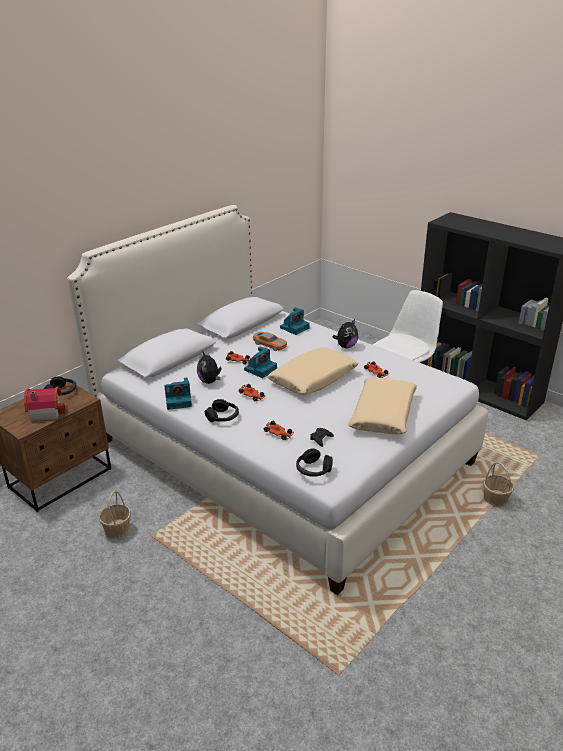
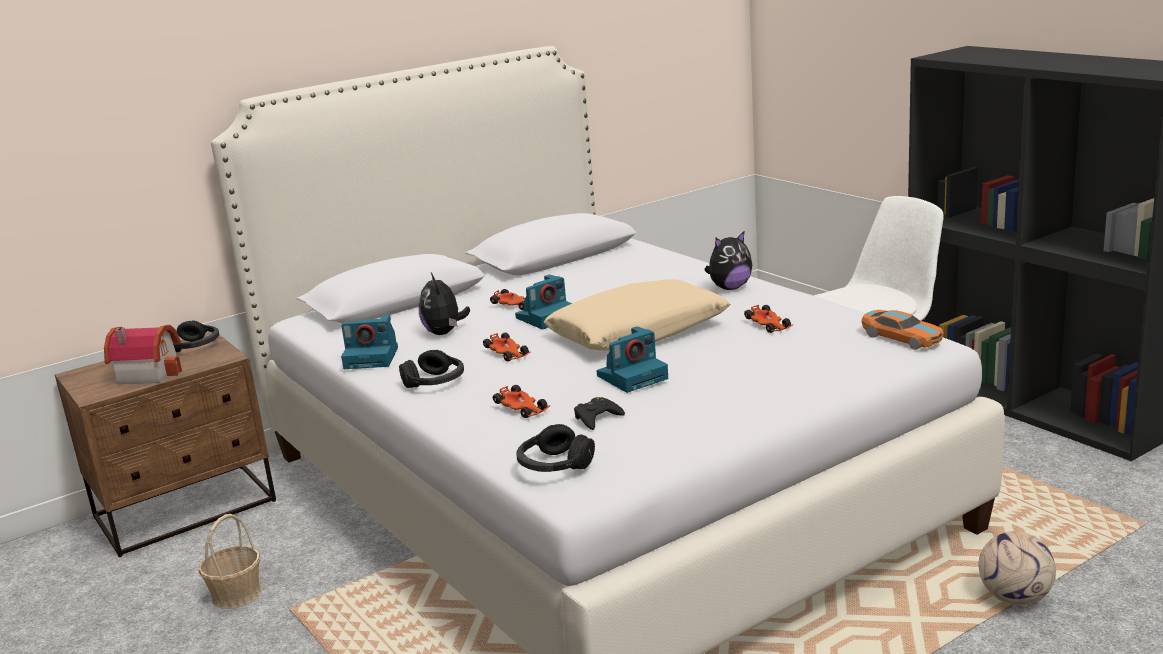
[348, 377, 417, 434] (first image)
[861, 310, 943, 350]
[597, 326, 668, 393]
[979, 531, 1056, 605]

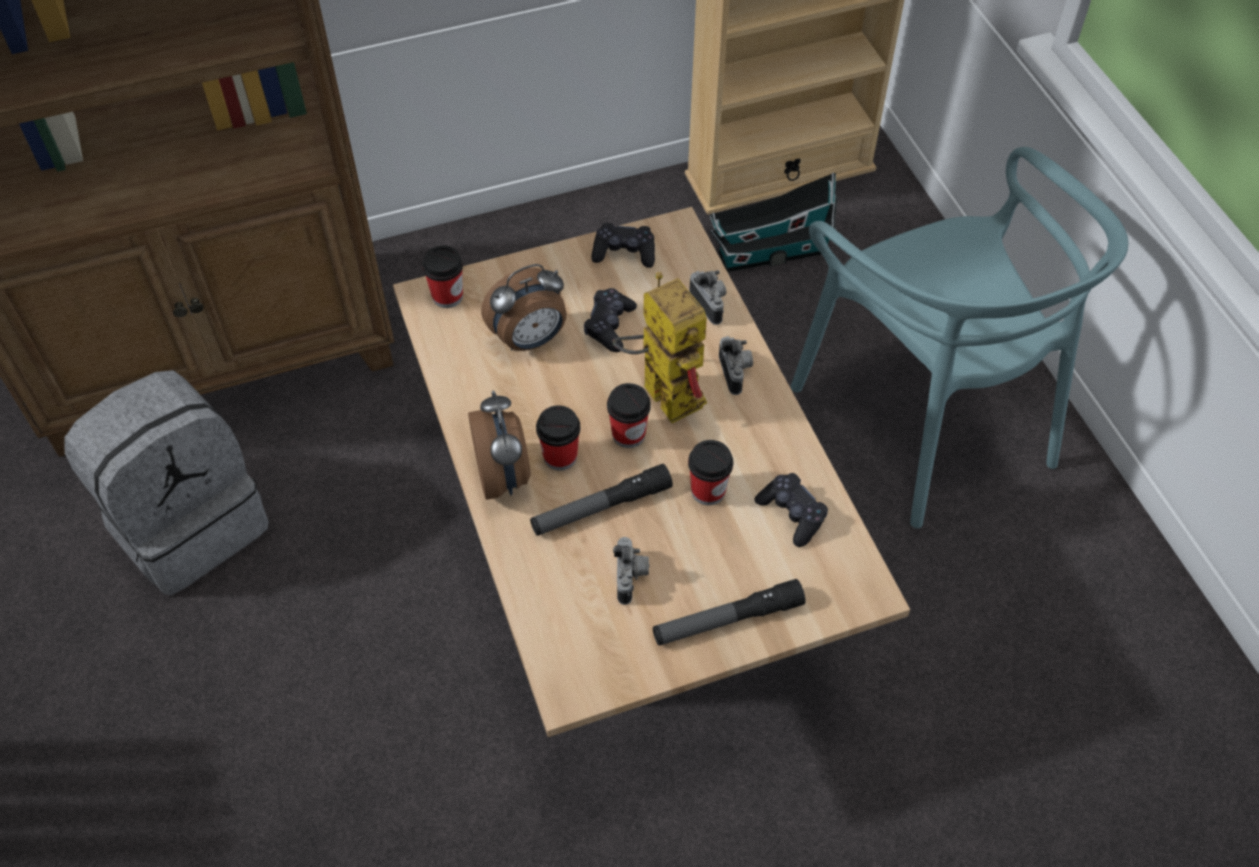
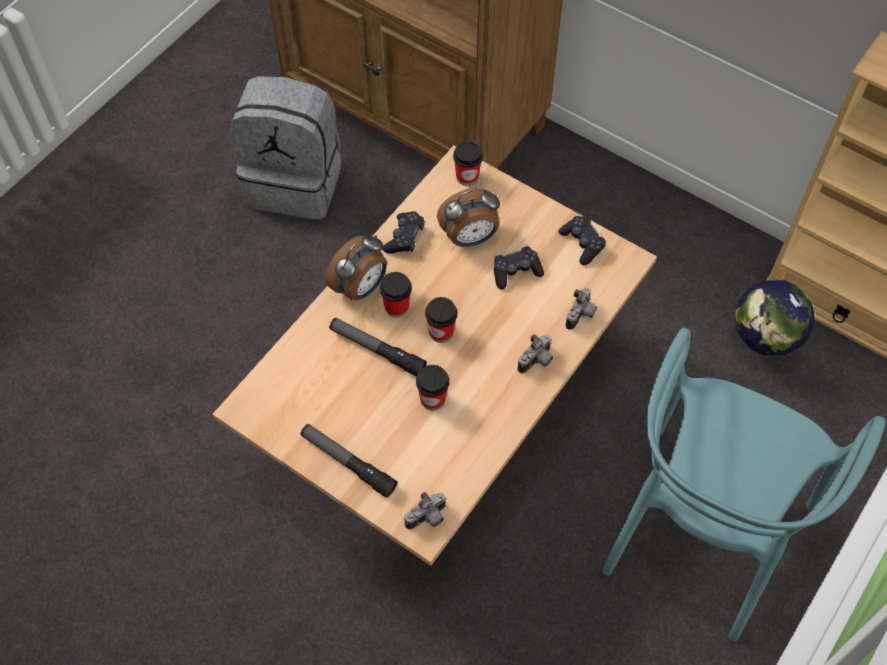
[612, 272, 707, 423] (first image)
[404, 492, 447, 530]
[383, 211, 425, 254]
[731, 280, 815, 360]
[437, 188, 500, 247]

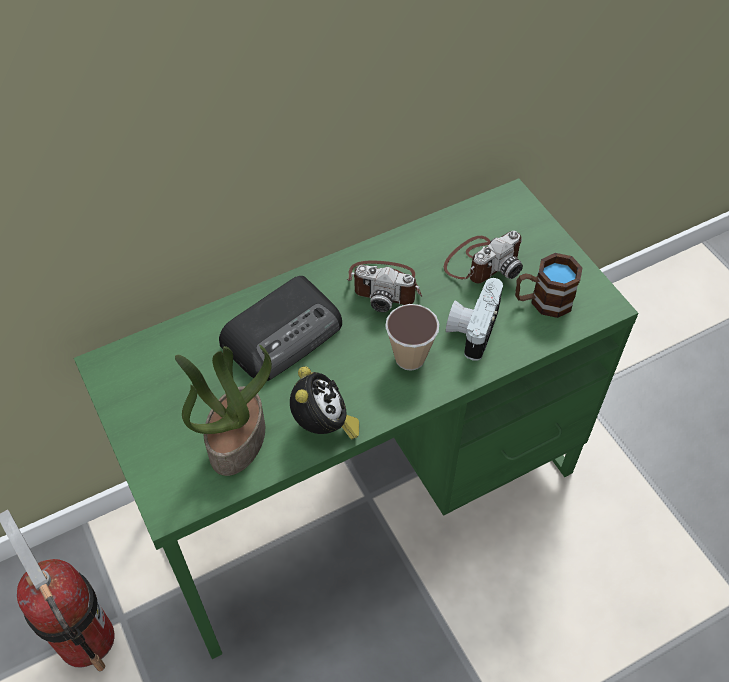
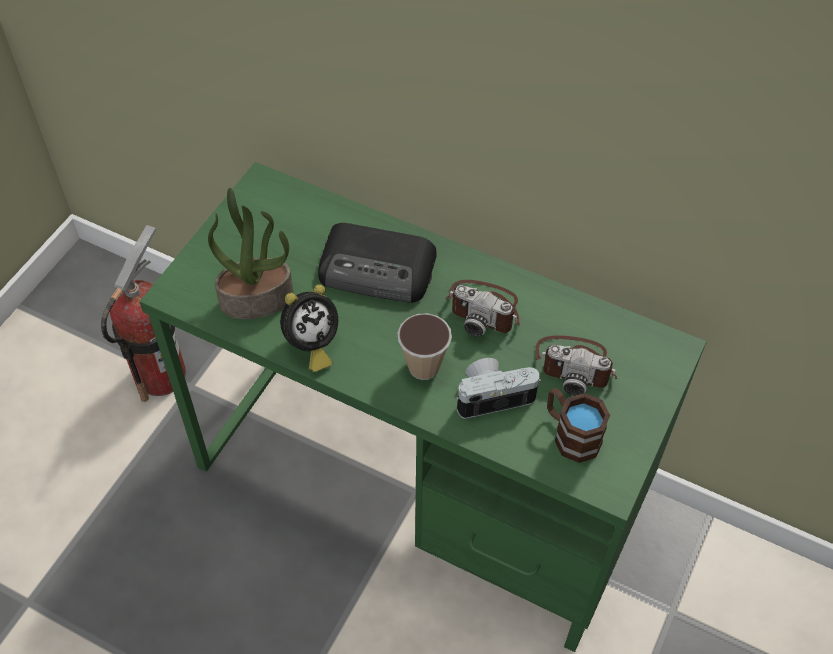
[446, 280, 520, 337]

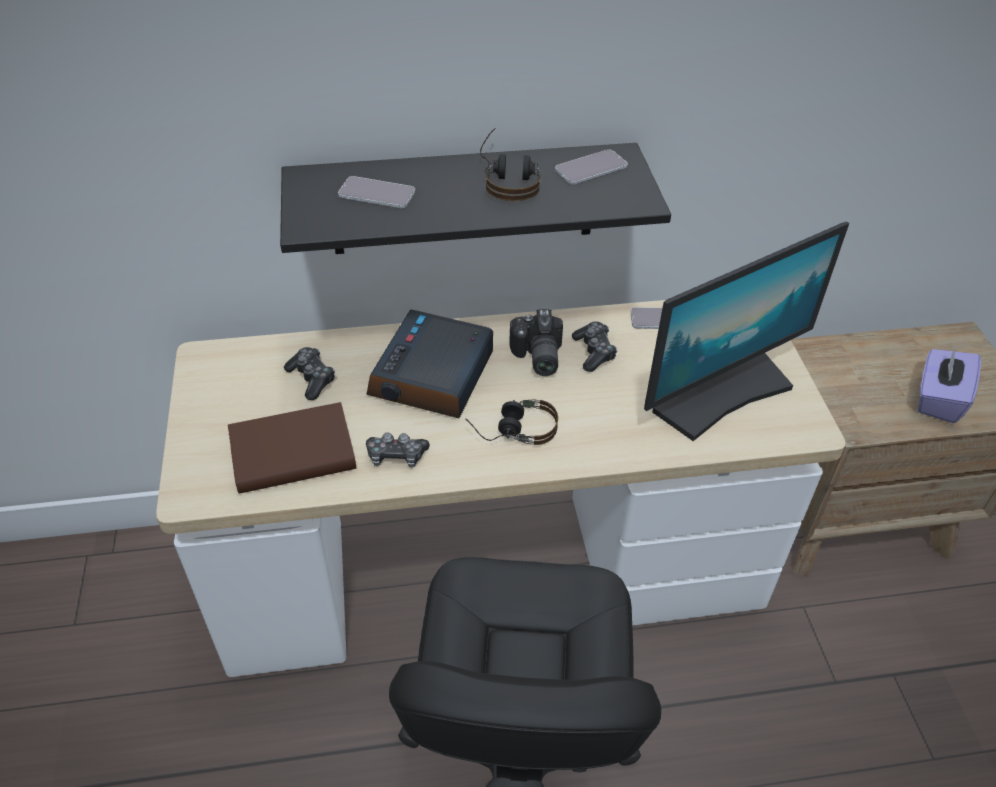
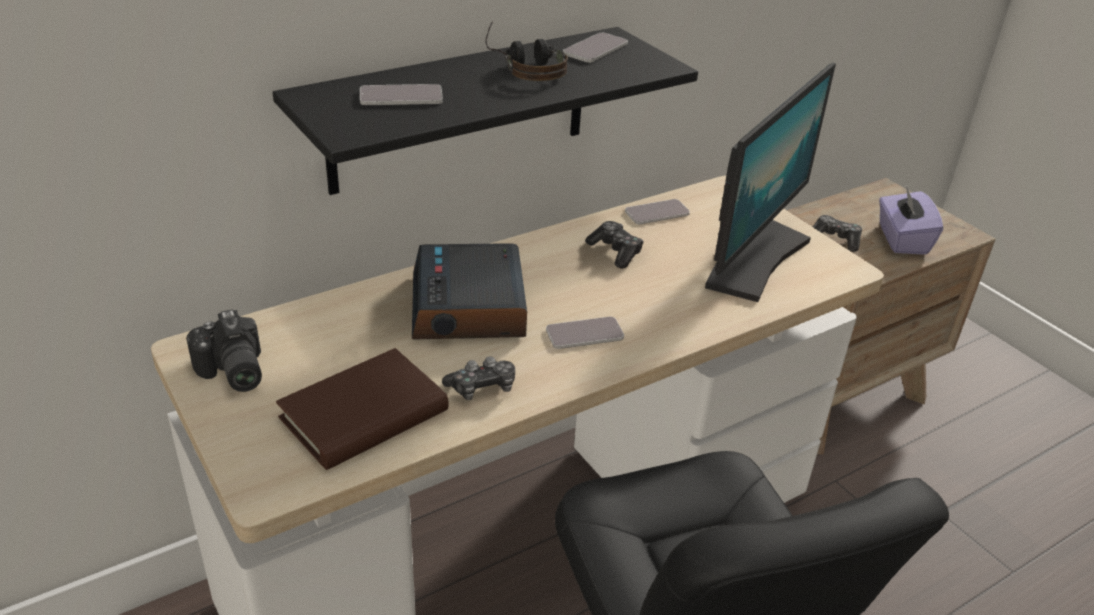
[813, 215, 862, 252]
[186, 309, 262, 392]
[546, 317, 624, 349]

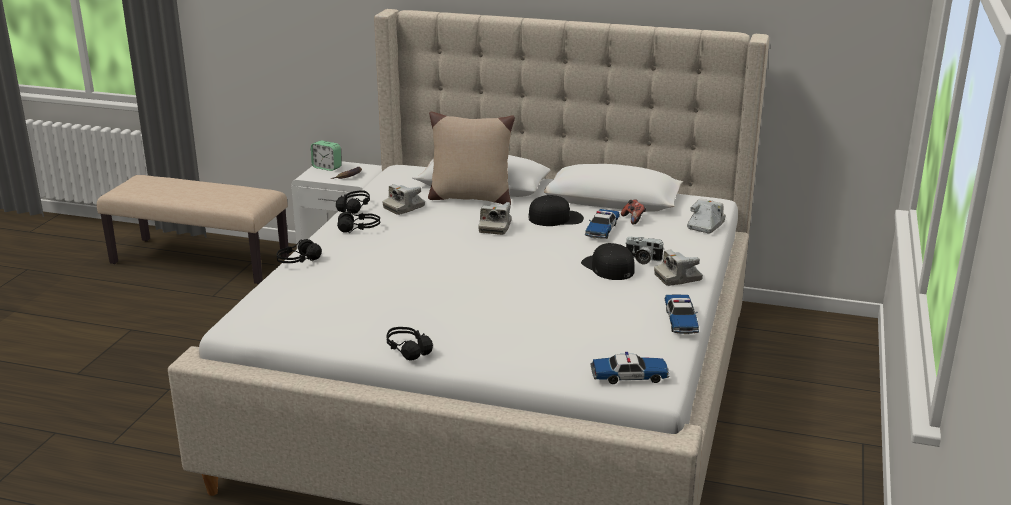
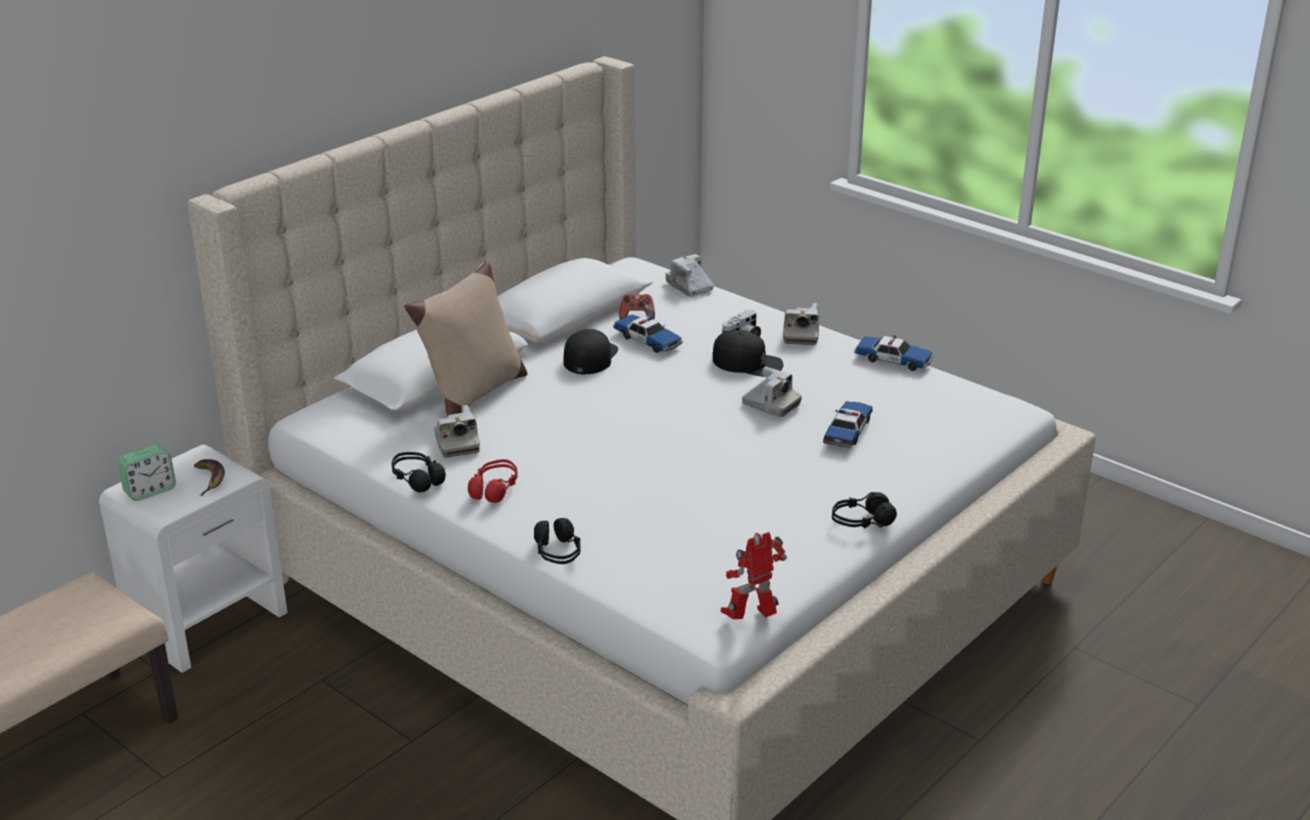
[720, 532, 787, 619]
[742, 367, 802, 417]
[823, 401, 873, 449]
[468, 459, 518, 503]
[712, 330, 783, 377]

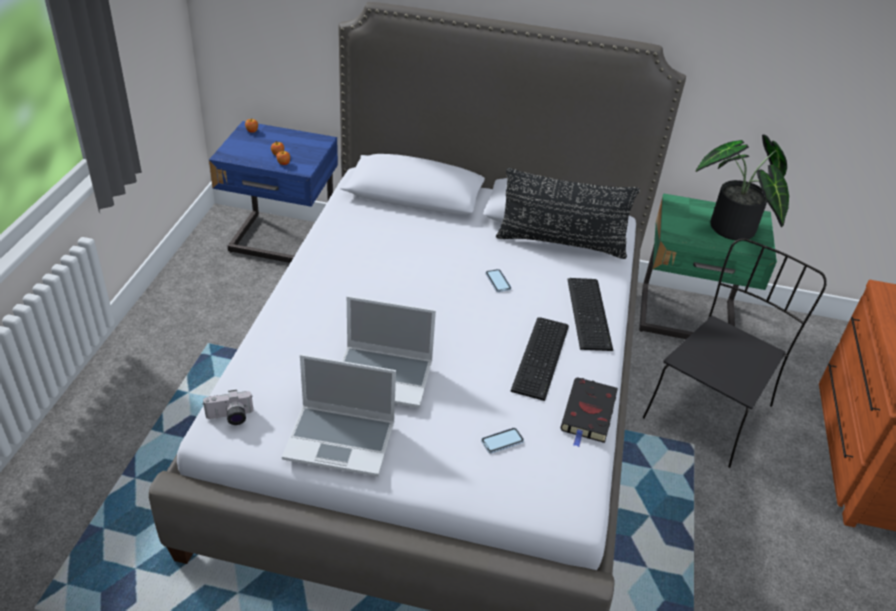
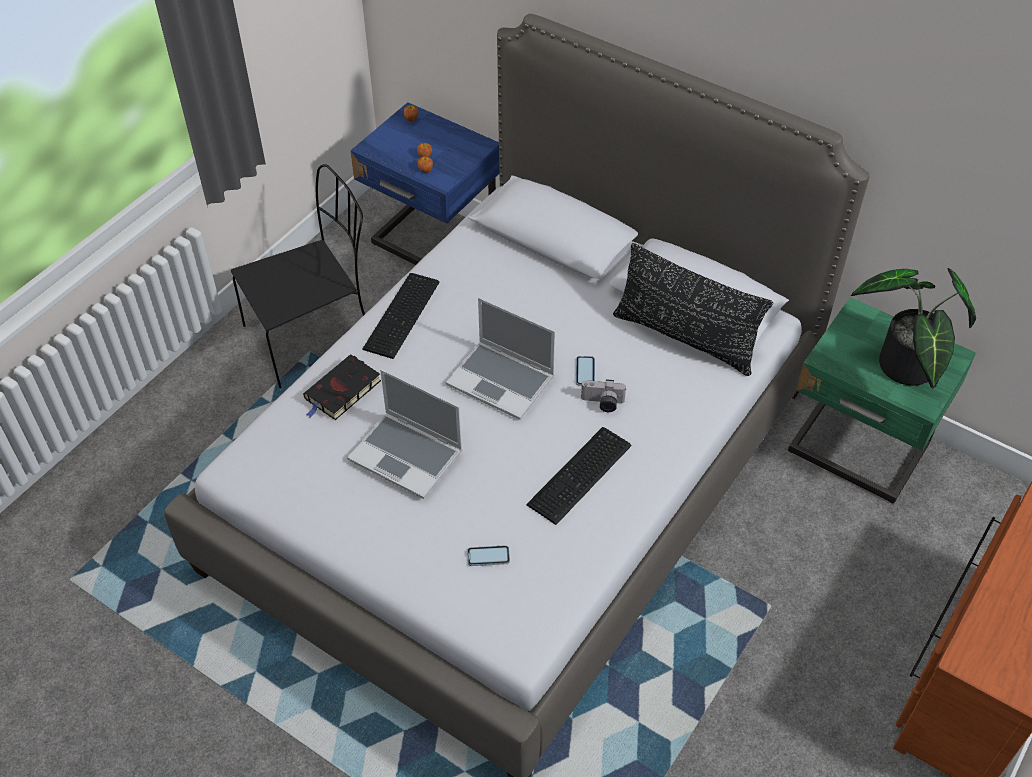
[581, 379, 627, 412]
[446, 297, 555, 420]
[303, 354, 381, 420]
[362, 273, 439, 359]
[231, 164, 365, 388]

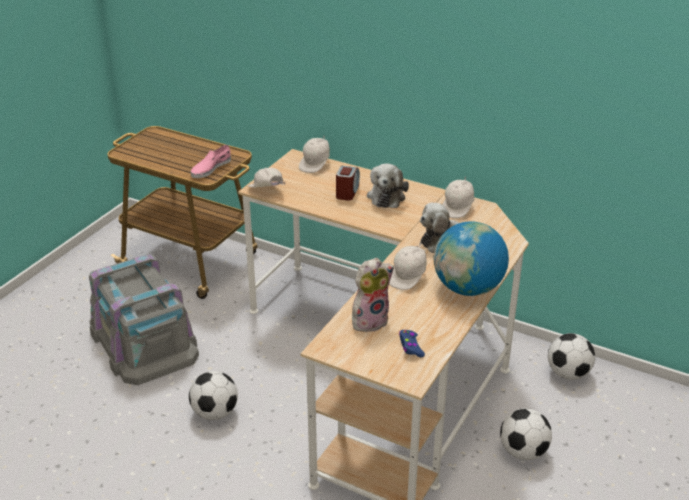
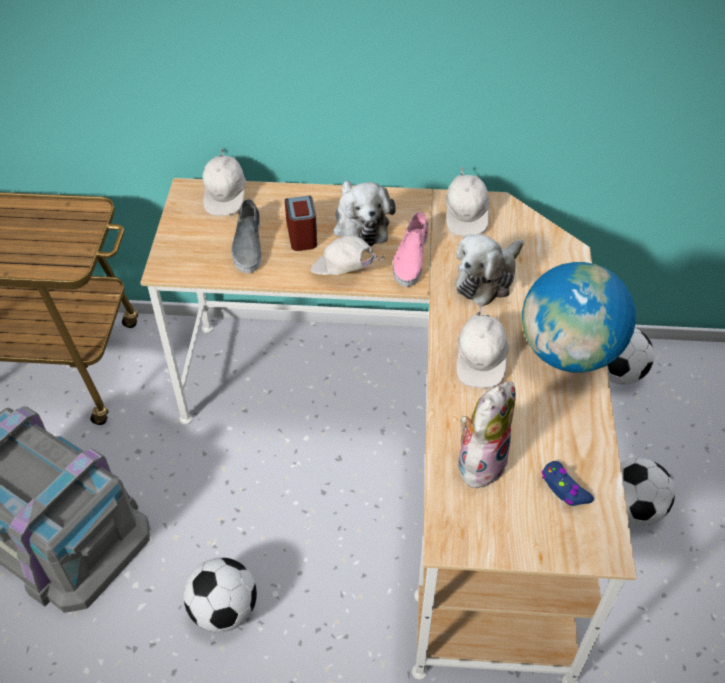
[232, 199, 262, 273]
[393, 212, 428, 287]
[311, 235, 385, 275]

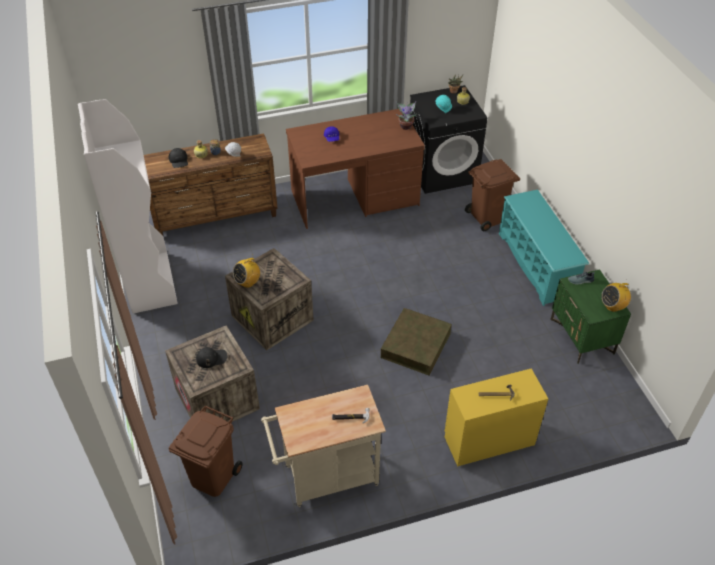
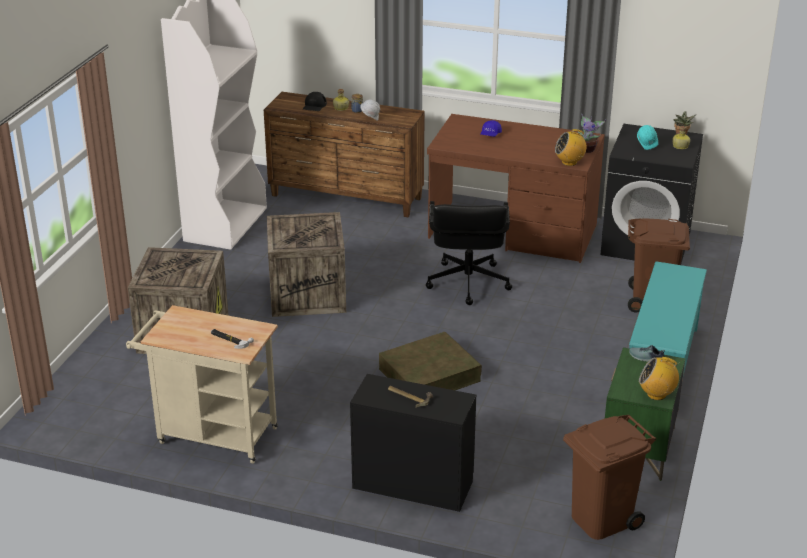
[196, 347, 228, 368] (first image)
[426, 201, 512, 305]
[563, 415, 656, 540]
[555, 129, 587, 166]
[350, 374, 476, 512]

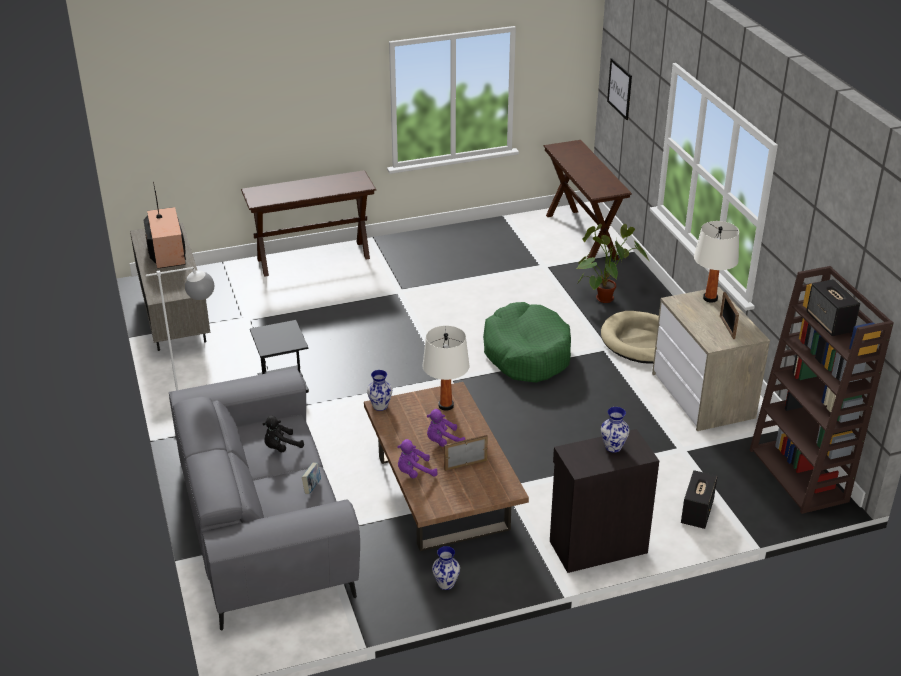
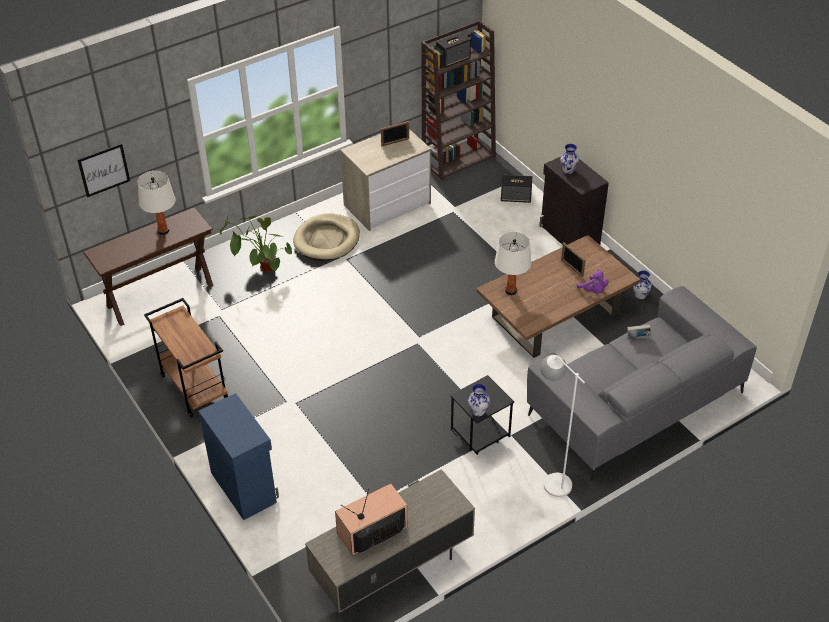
[263, 416, 304, 452] (first image)
[427, 409, 465, 447] (first image)
[483, 302, 571, 383] (first image)
[144, 298, 228, 418]
[468, 384, 490, 417]
[137, 171, 175, 235]
[199, 393, 279, 520]

